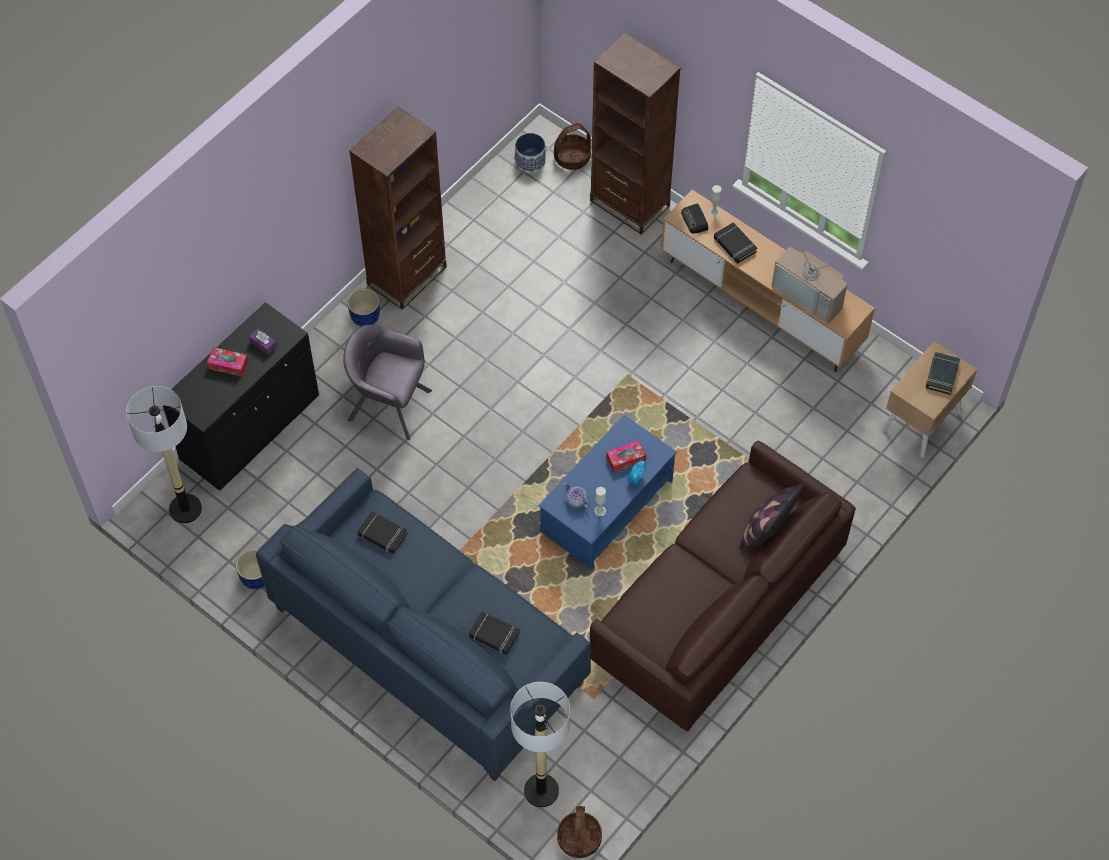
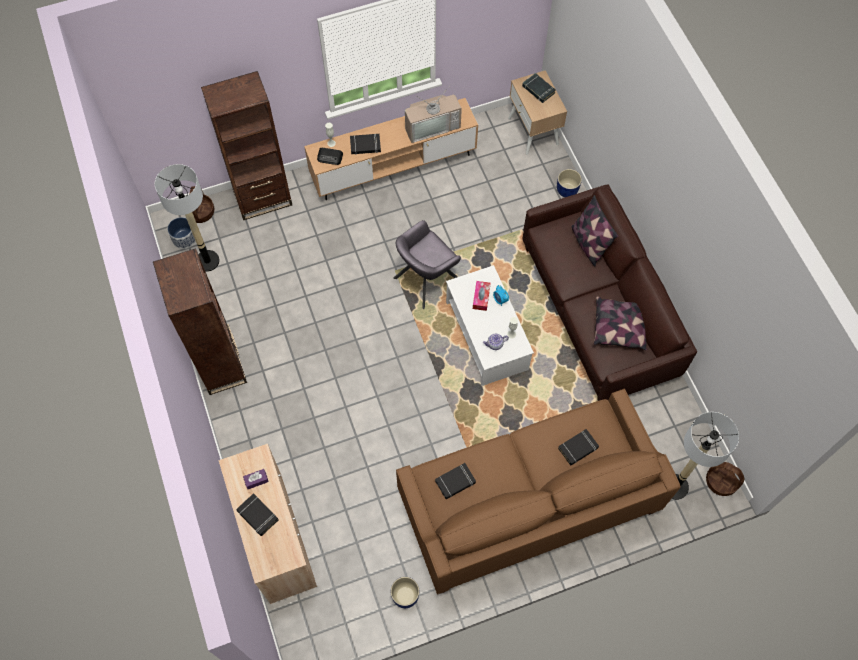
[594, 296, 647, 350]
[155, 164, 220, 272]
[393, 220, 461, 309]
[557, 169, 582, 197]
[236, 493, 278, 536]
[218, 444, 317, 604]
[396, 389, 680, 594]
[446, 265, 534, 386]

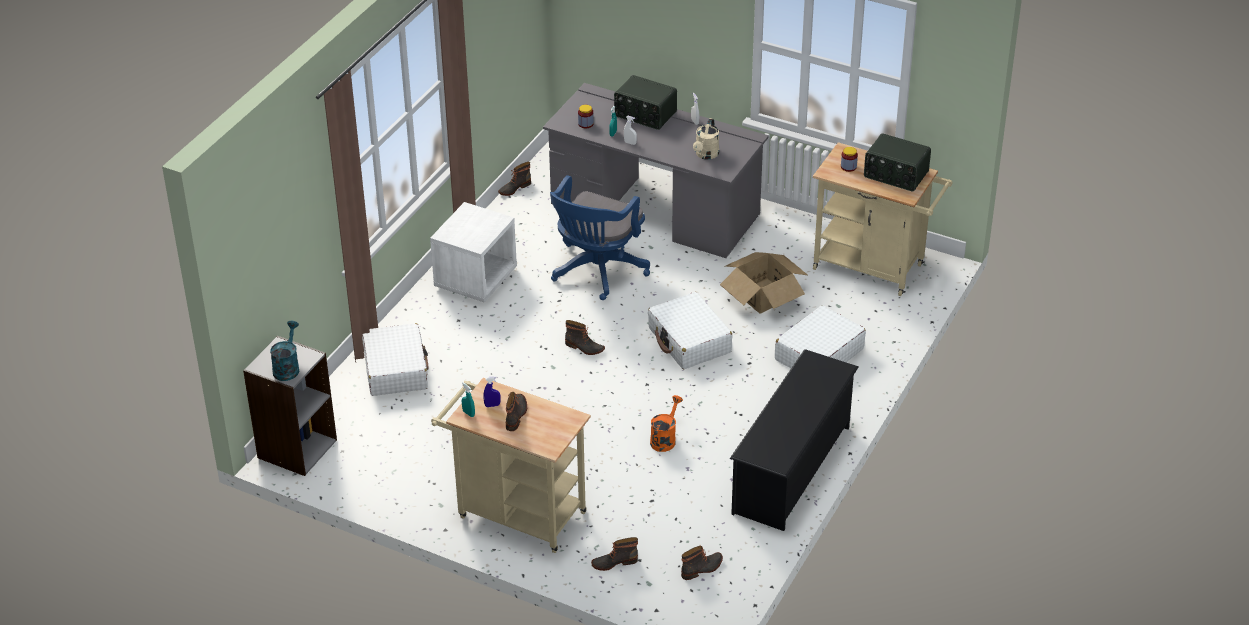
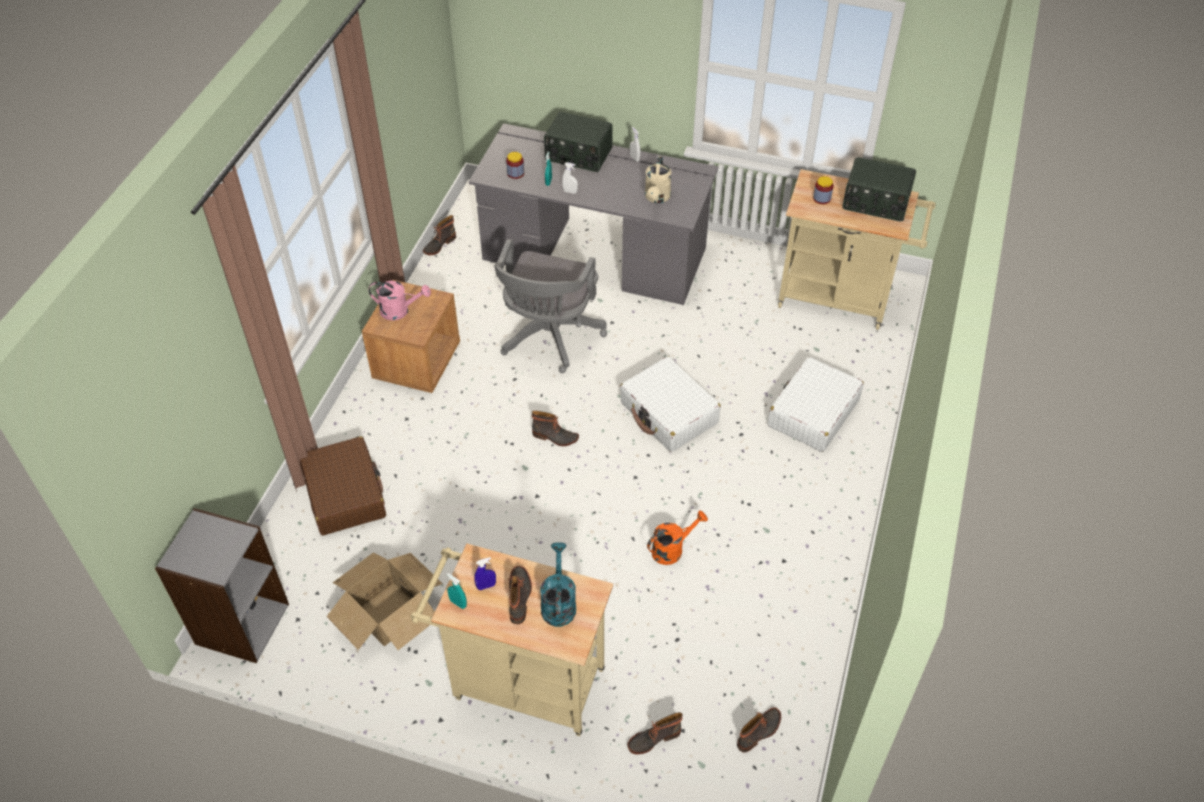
[730, 349, 858, 531] (first image)
[368, 281, 431, 321]
[540, 542, 576, 627]
[326, 552, 443, 650]
[300, 436, 386, 536]
[362, 280, 460, 393]
[494, 239, 607, 373]
[647, 511, 708, 565]

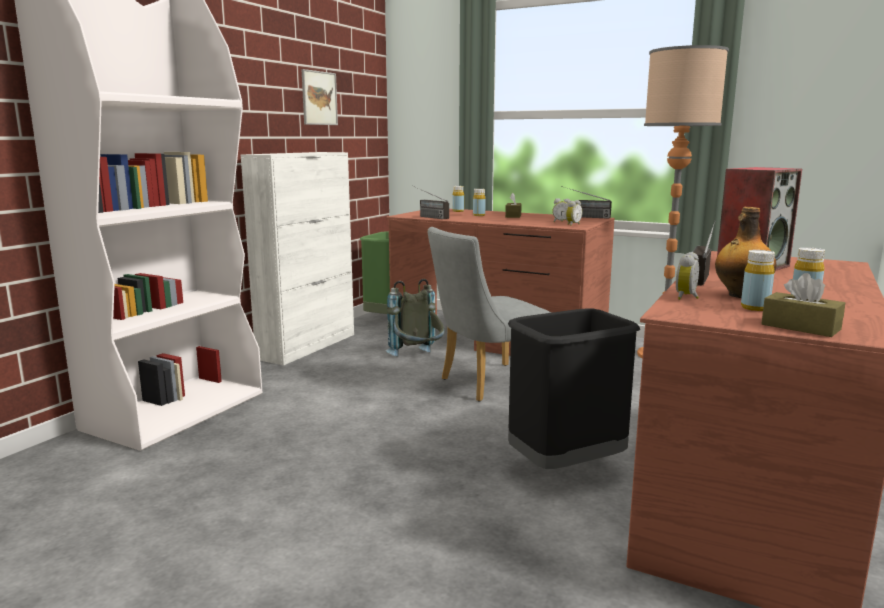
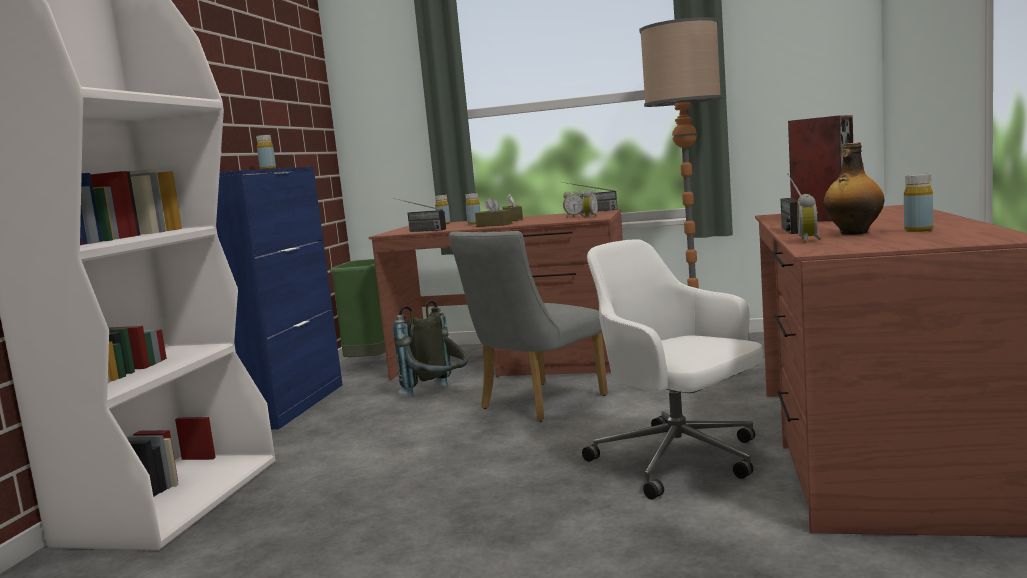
[301, 69, 338, 125] (first image)
[256, 135, 276, 169]
[475, 198, 512, 227]
[582, 240, 763, 500]
[216, 167, 343, 430]

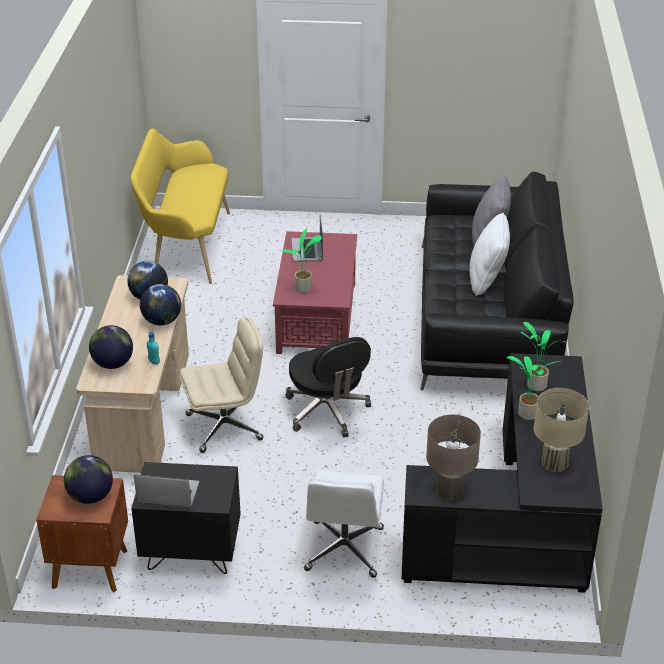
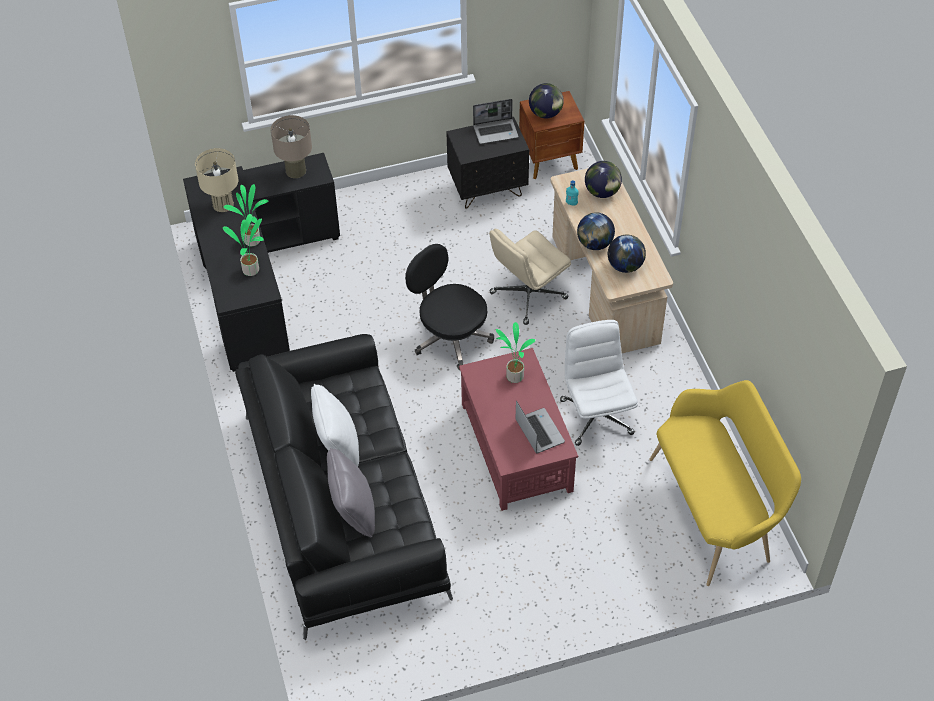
[560, 320, 638, 446]

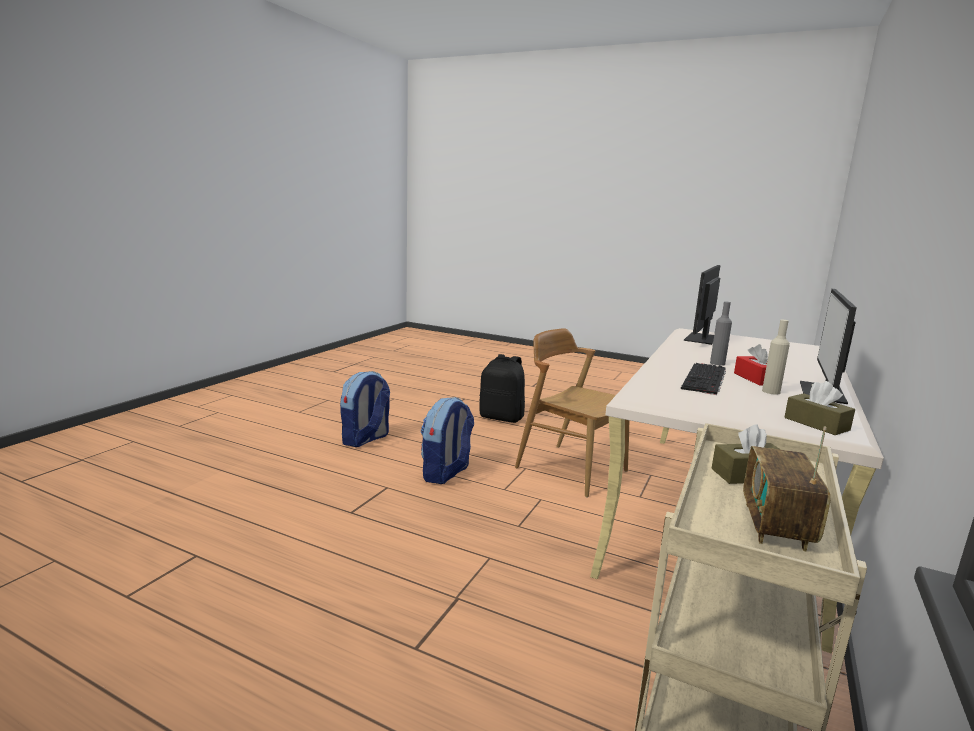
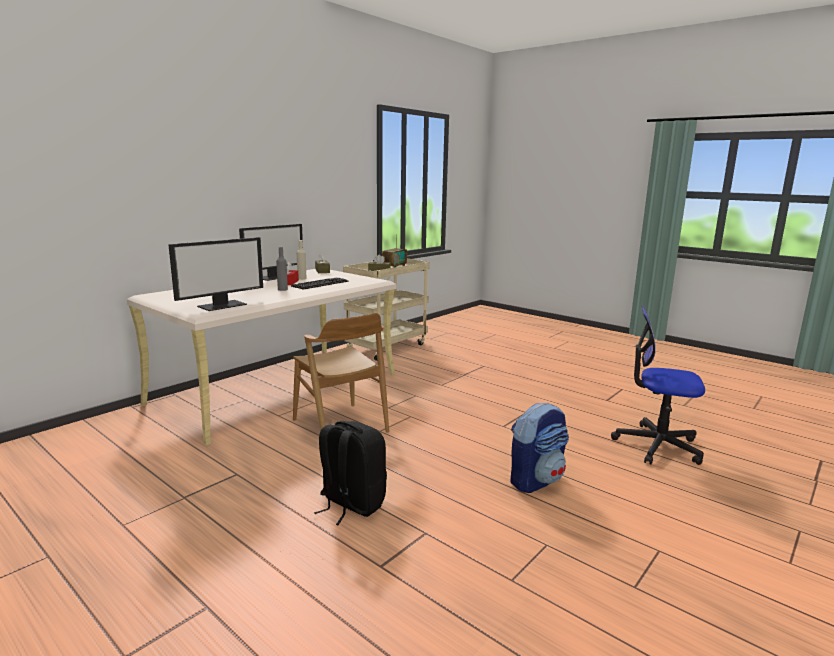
[421, 397, 474, 484] (first image)
[611, 306, 705, 465]

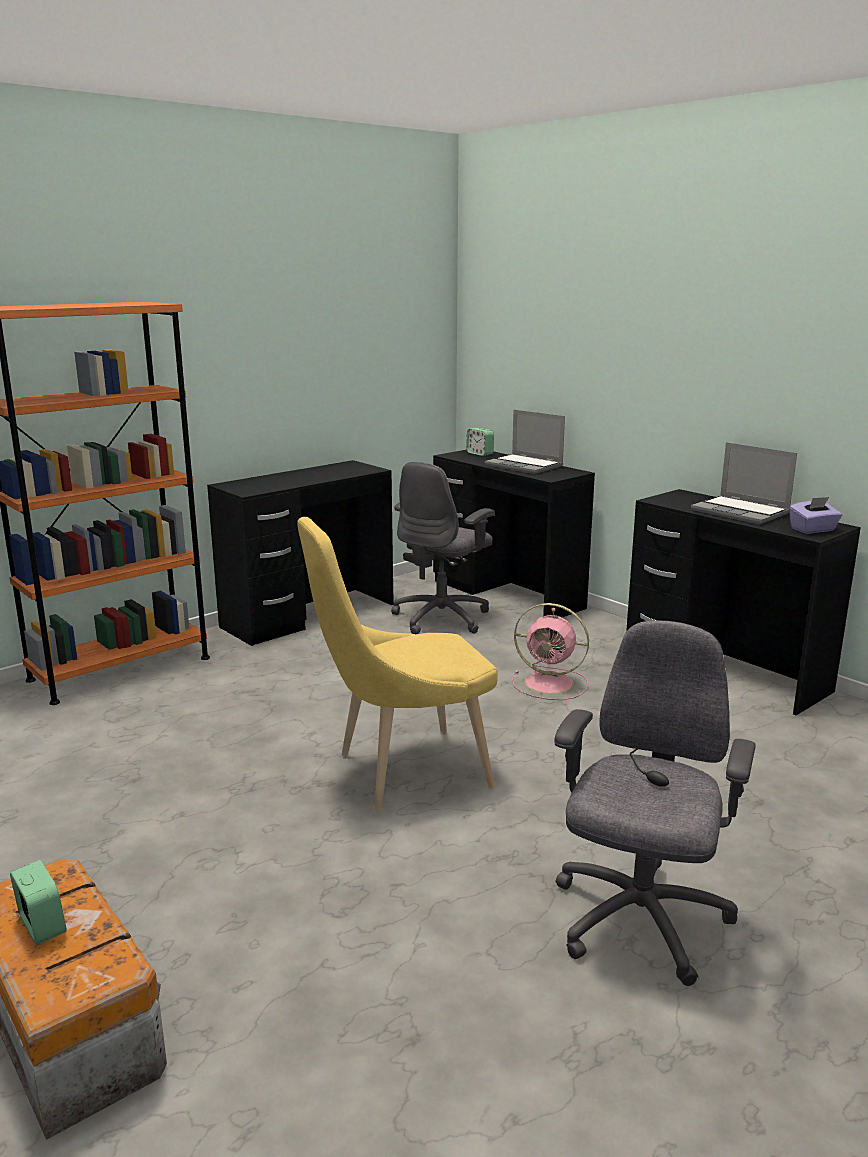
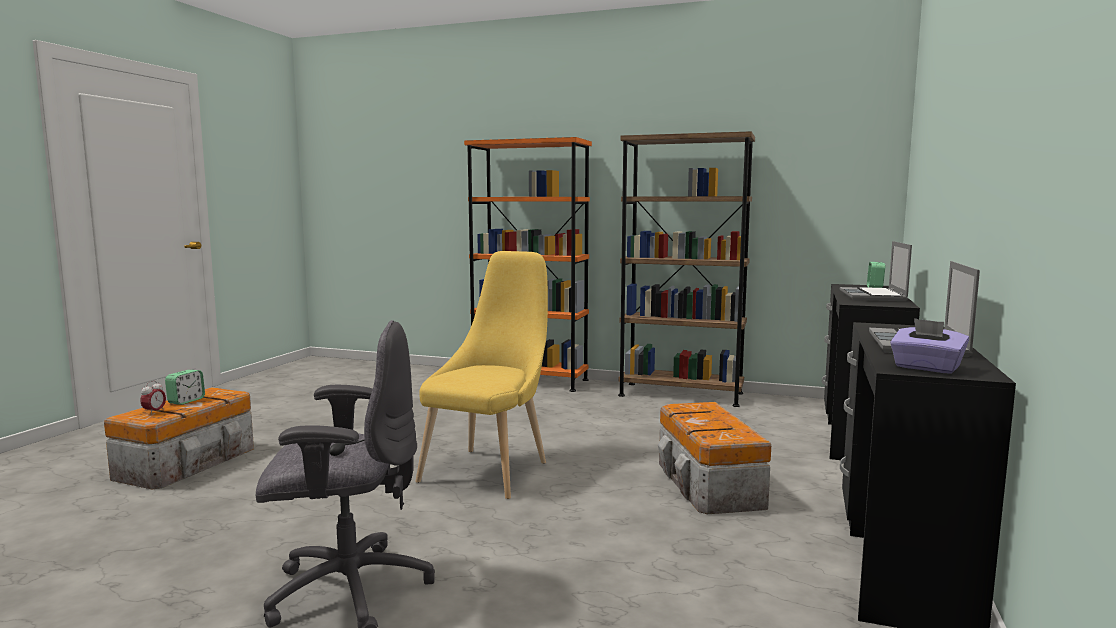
[391, 462, 495, 634] (first image)
[140, 381, 166, 415]
[618, 131, 755, 407]
[658, 402, 771, 514]
[415, 251, 548, 499]

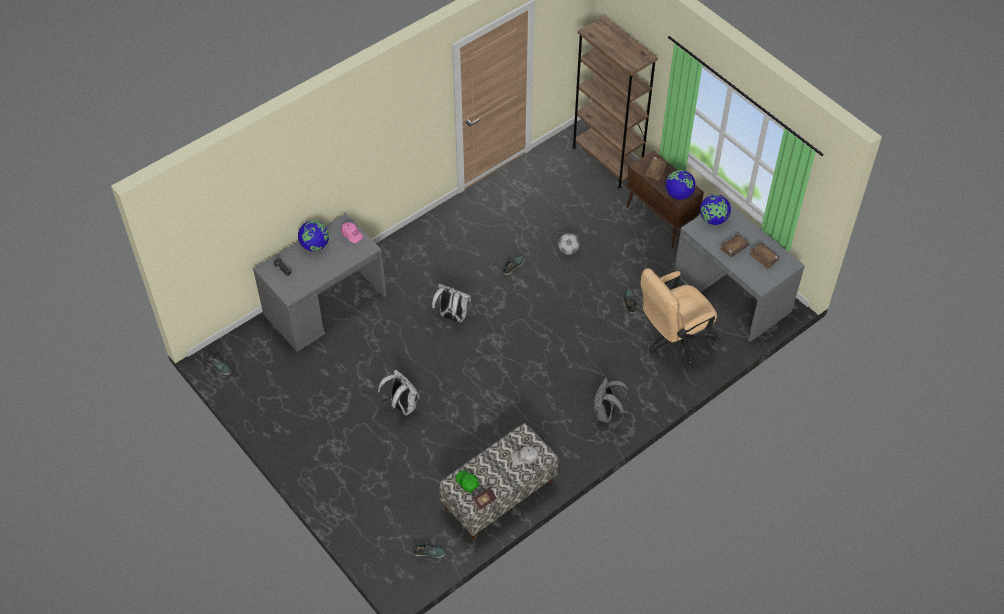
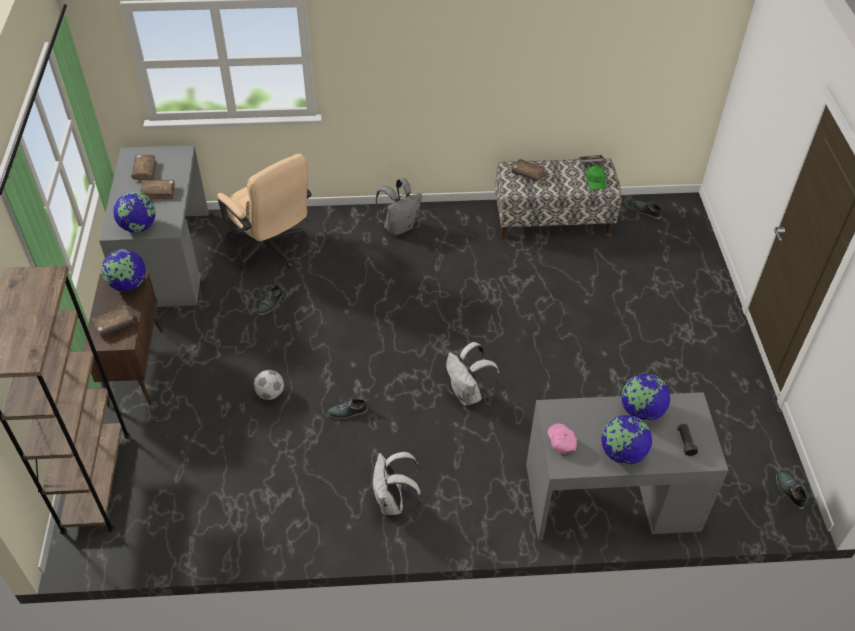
[621, 373, 670, 421]
[372, 451, 422, 515]
[512, 159, 546, 181]
[218, 154, 312, 270]

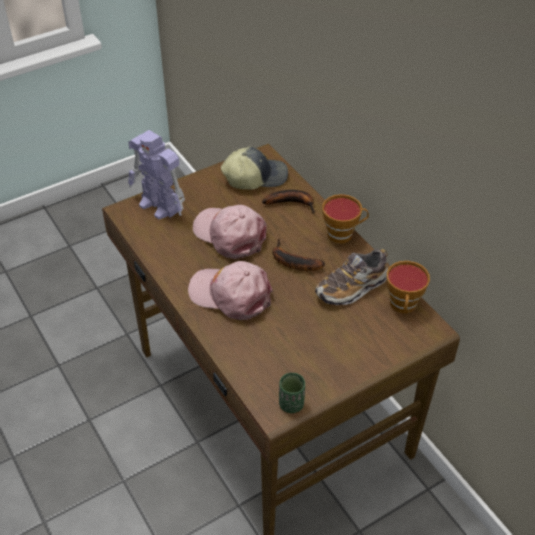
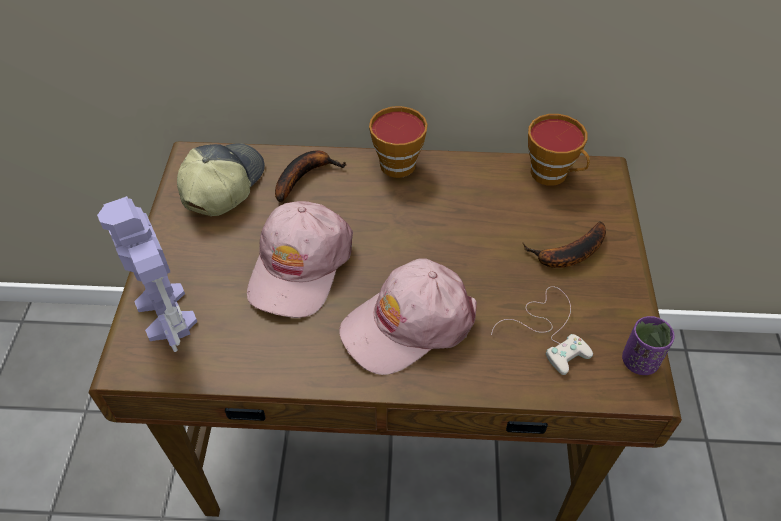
[315, 249, 388, 305] (first image)
[491, 286, 593, 375]
[523, 222, 606, 268]
[622, 316, 675, 375]
[97, 196, 197, 352]
[247, 201, 353, 318]

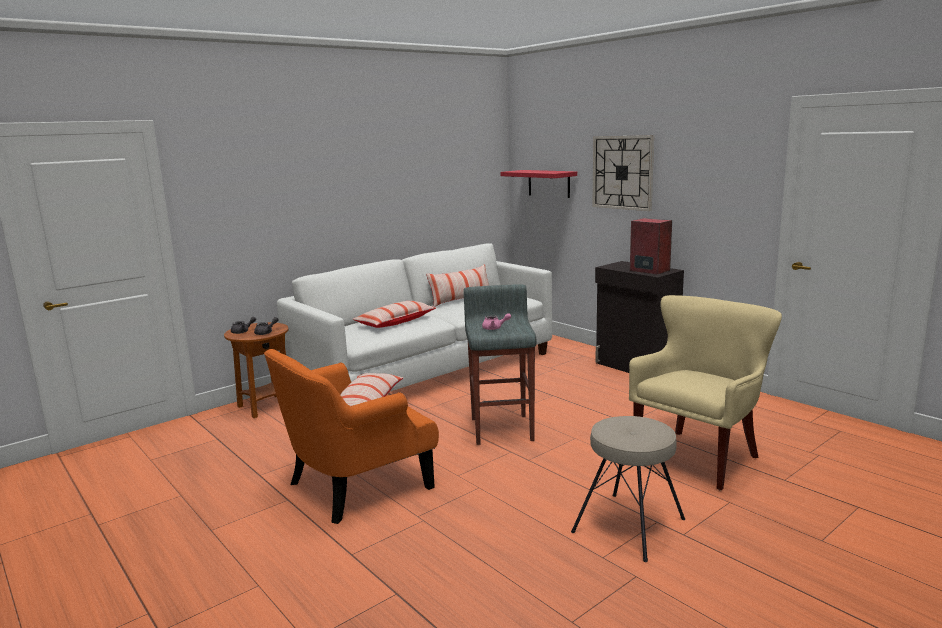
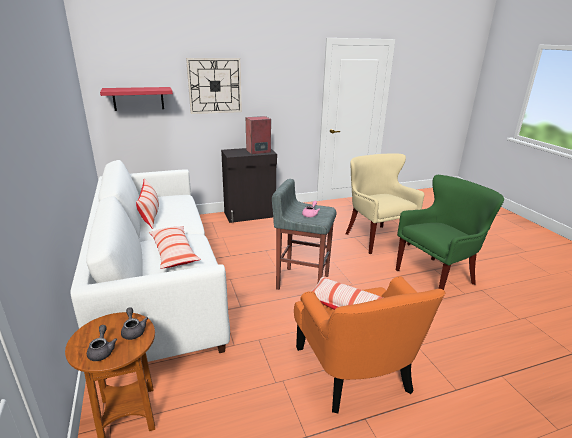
[396, 175, 504, 290]

